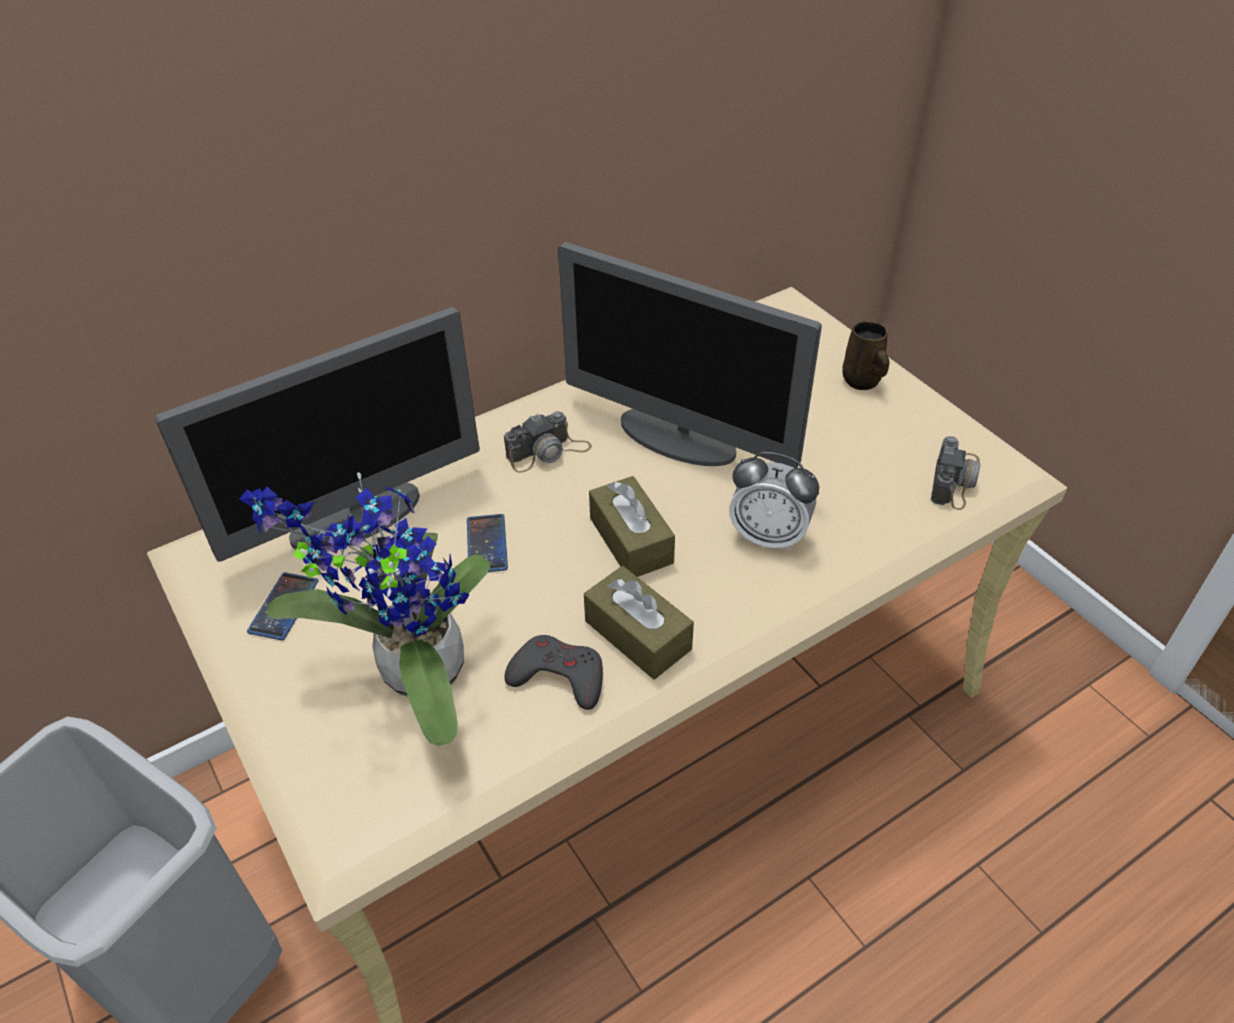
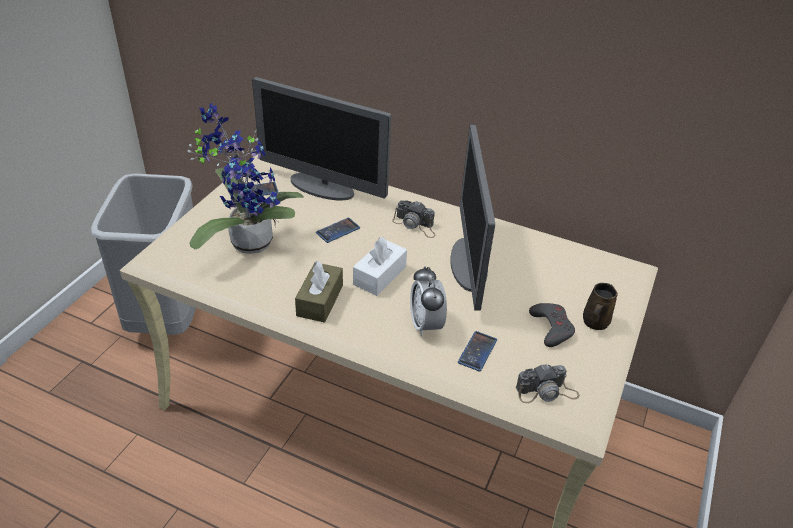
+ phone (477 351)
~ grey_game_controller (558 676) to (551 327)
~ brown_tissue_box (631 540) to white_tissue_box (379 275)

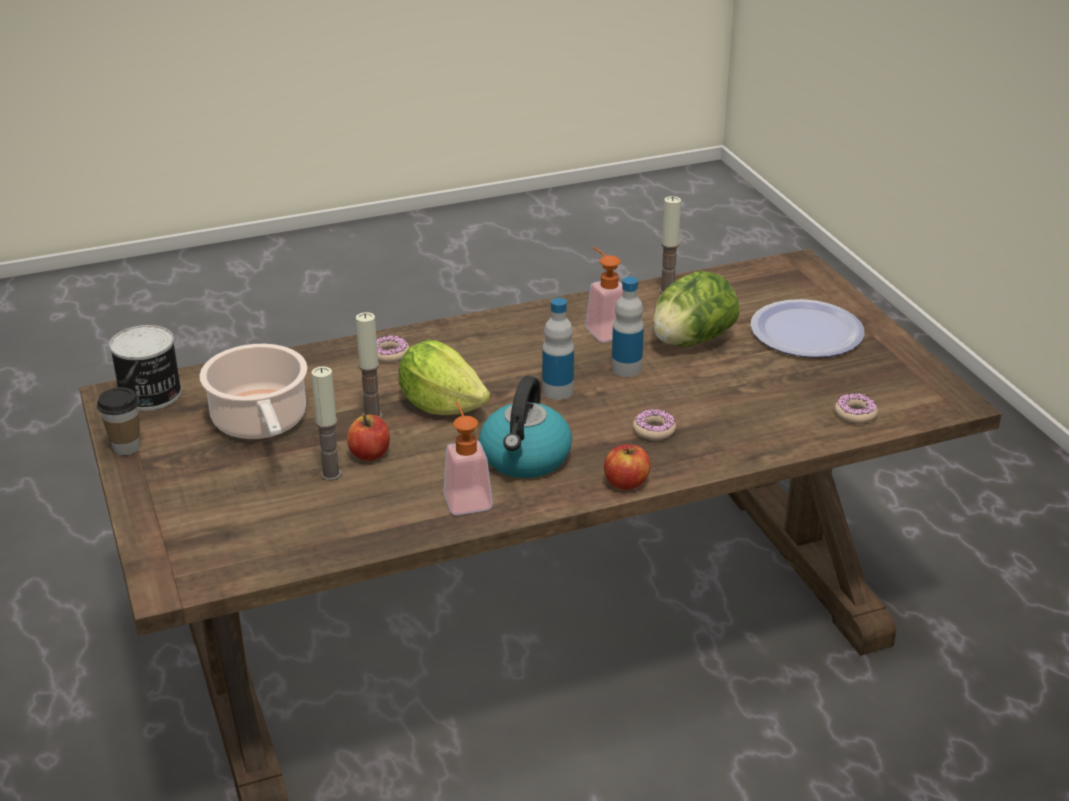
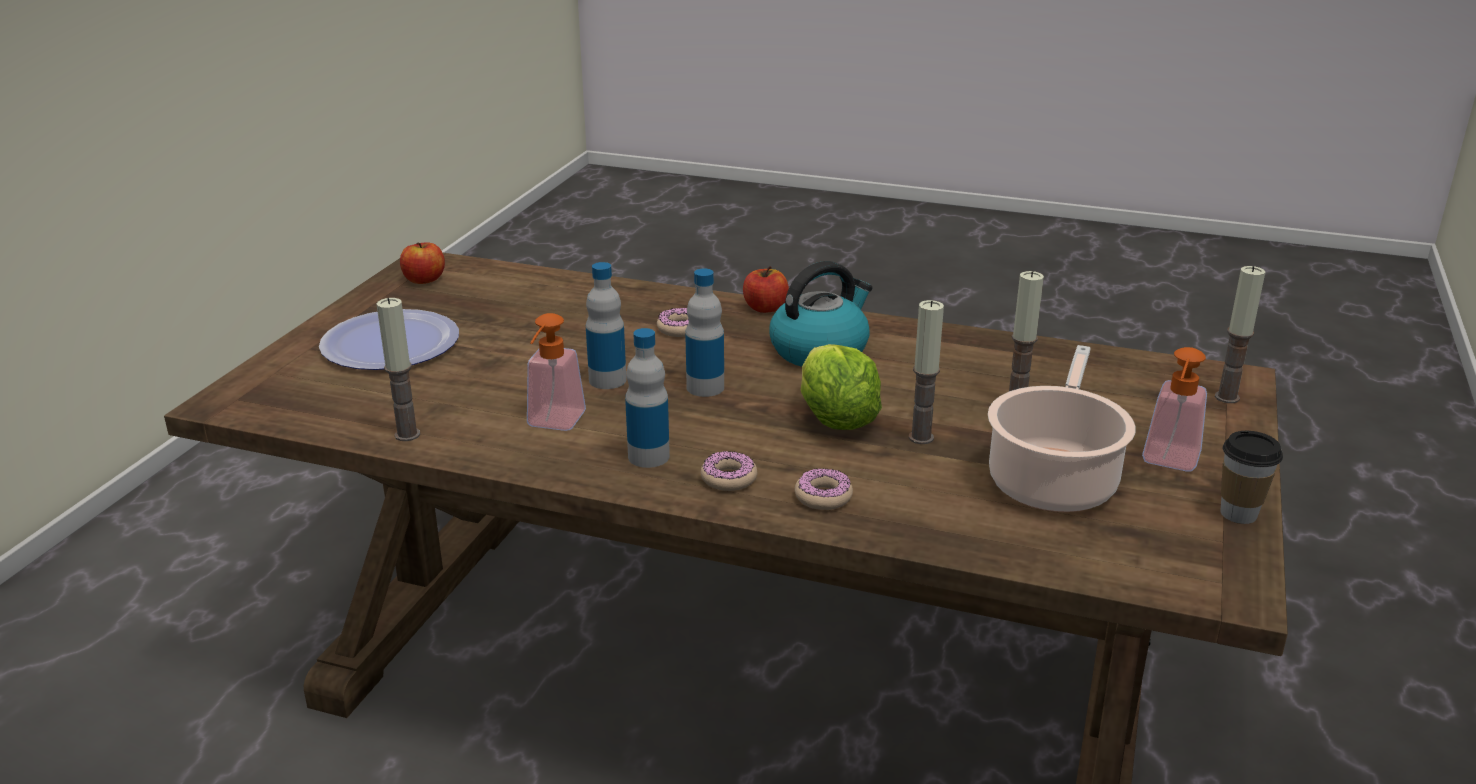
- can (150 394)
- lettuce (691 341)
+ bottle (648 456)
+ candle (1227 397)
~ apple (370 454) to (424 280)
~ soap_dispenser (465 496) to (1169 463)
~ donut (855 414) to (729 478)

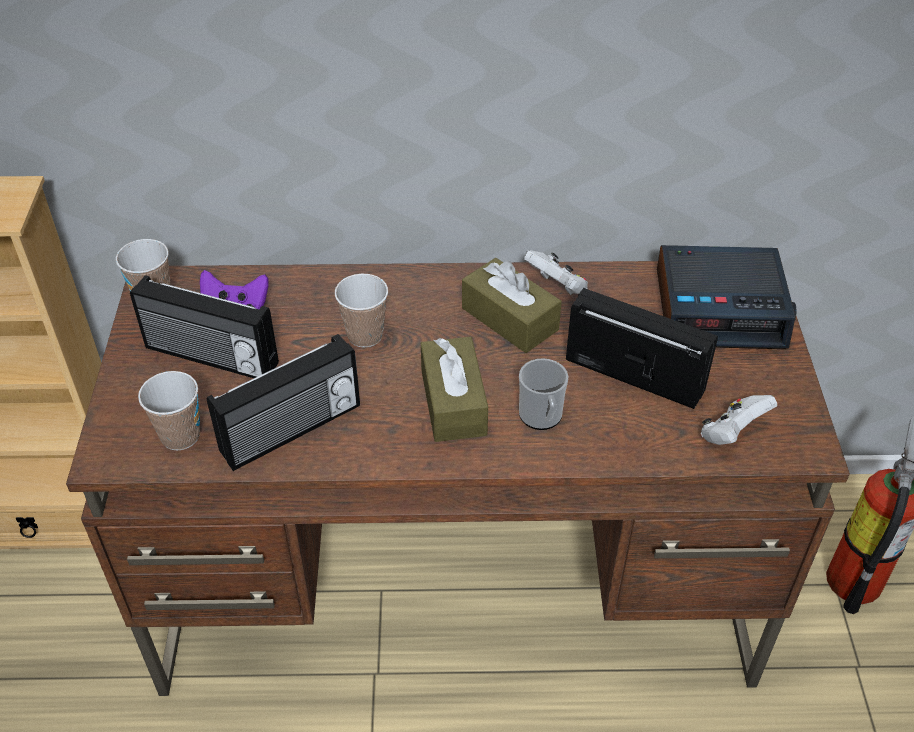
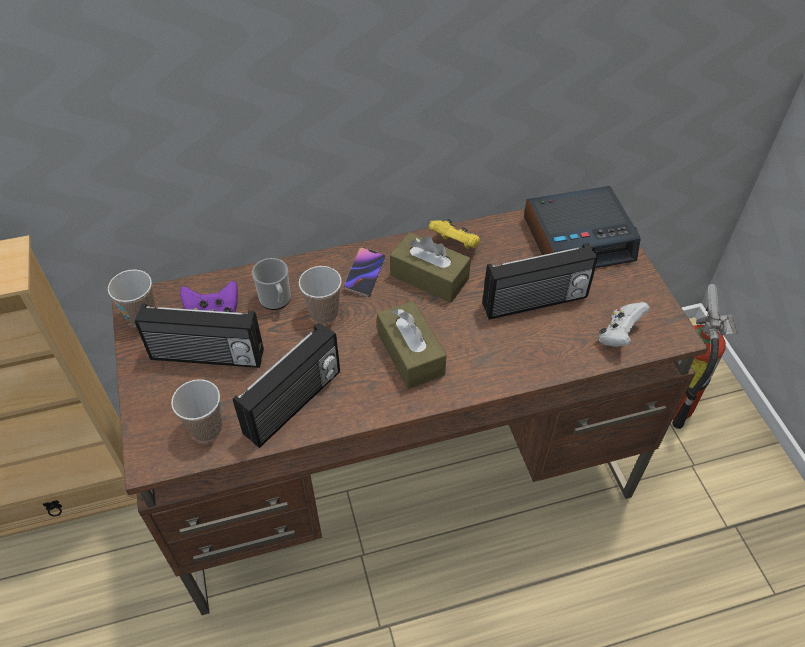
+ phone (364 274)
~ mug (542 418) to (276 301)
~ white_game_controller (557 287) to yellow_game_controller (455 244)
~ radio (635 374) = (535 302) 150 degrees clockwise

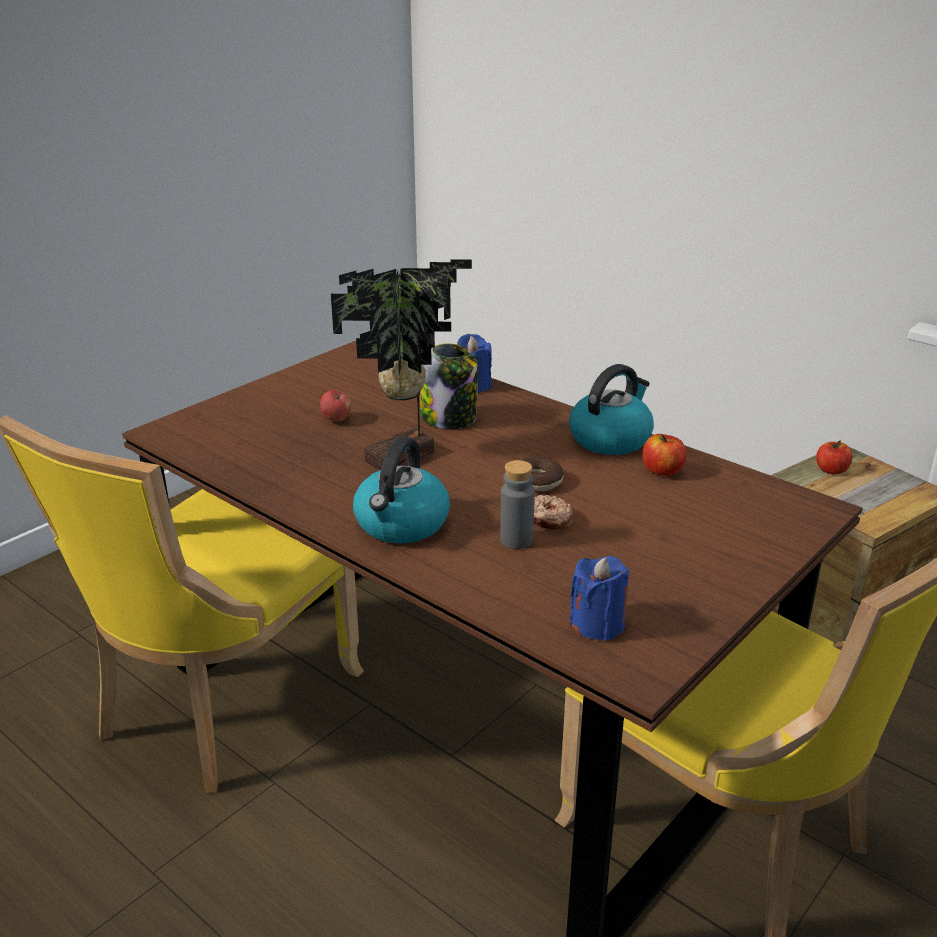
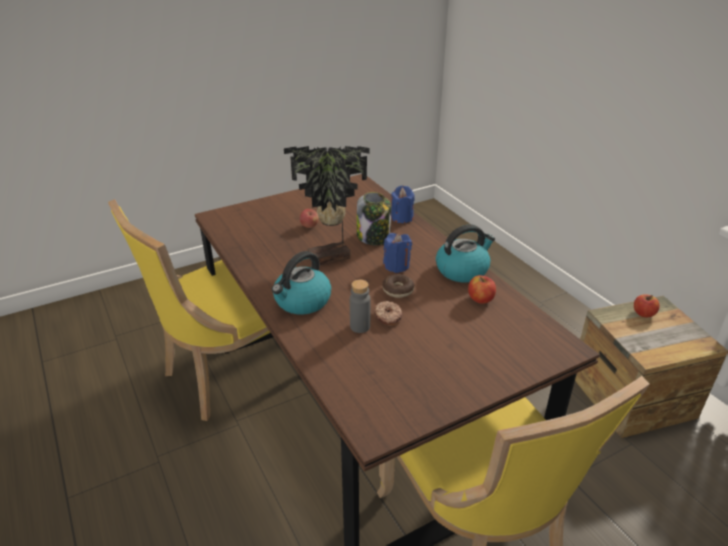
~ blue_candle (598 624) to (396 266)

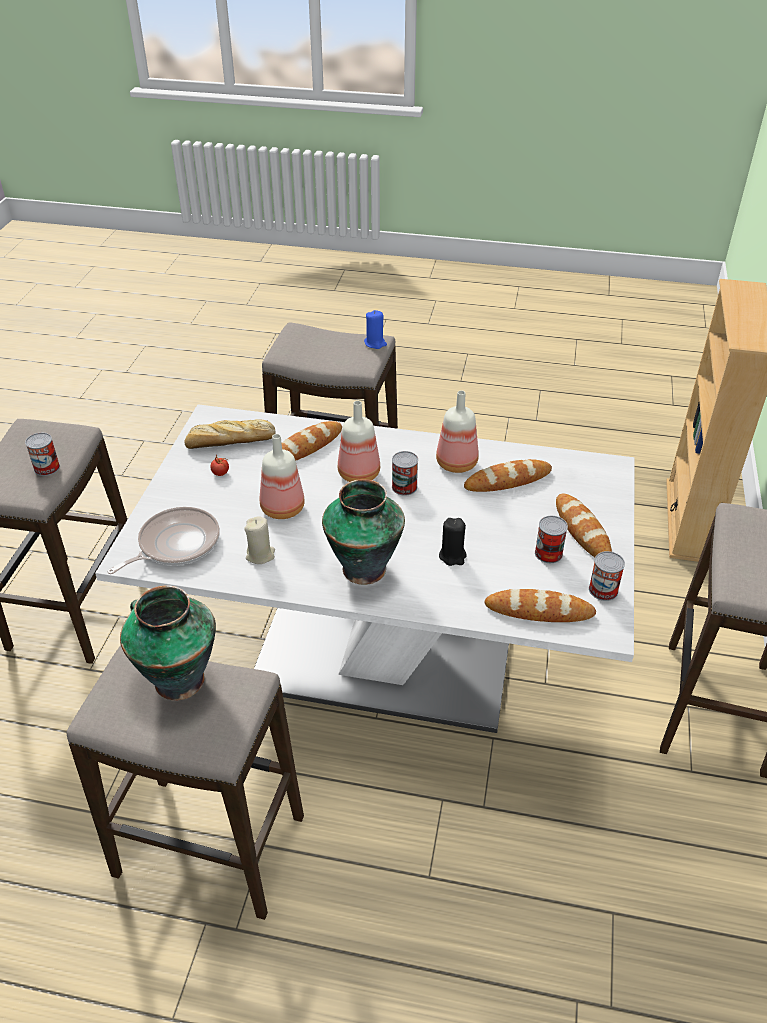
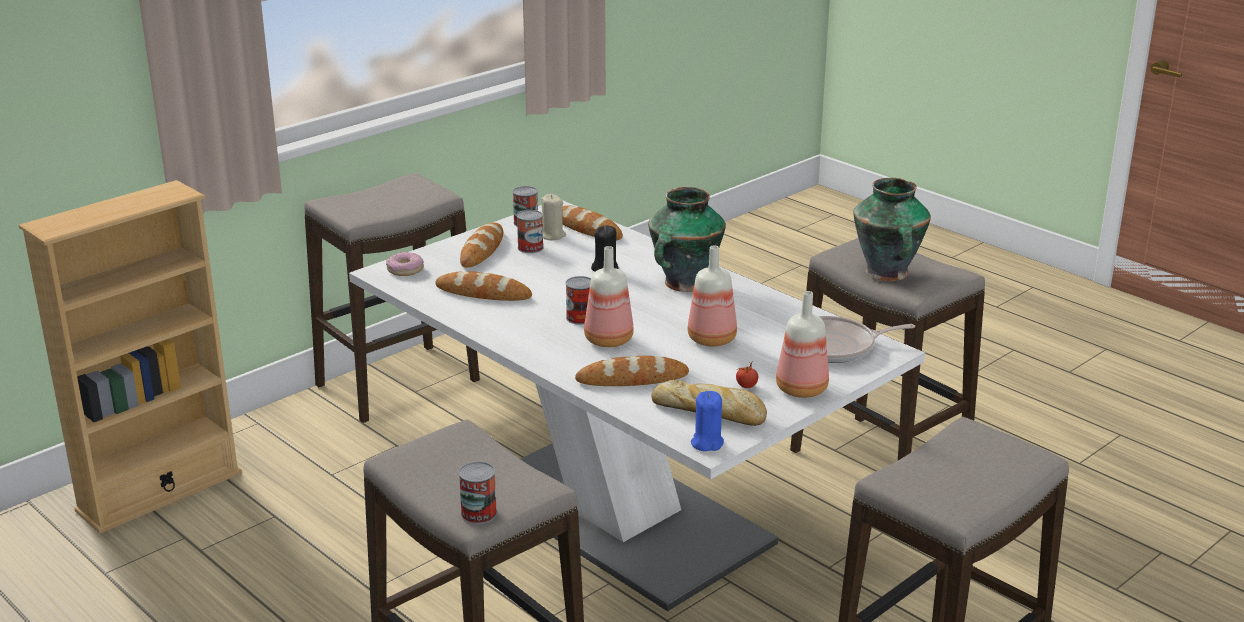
+ donut (405 270)
~ can (47 468) to (479 513)
~ beige_candle (260 555) to (552 235)
~ blue_candle (375 343) to (707 443)
~ bottle (456 463) to (801 390)

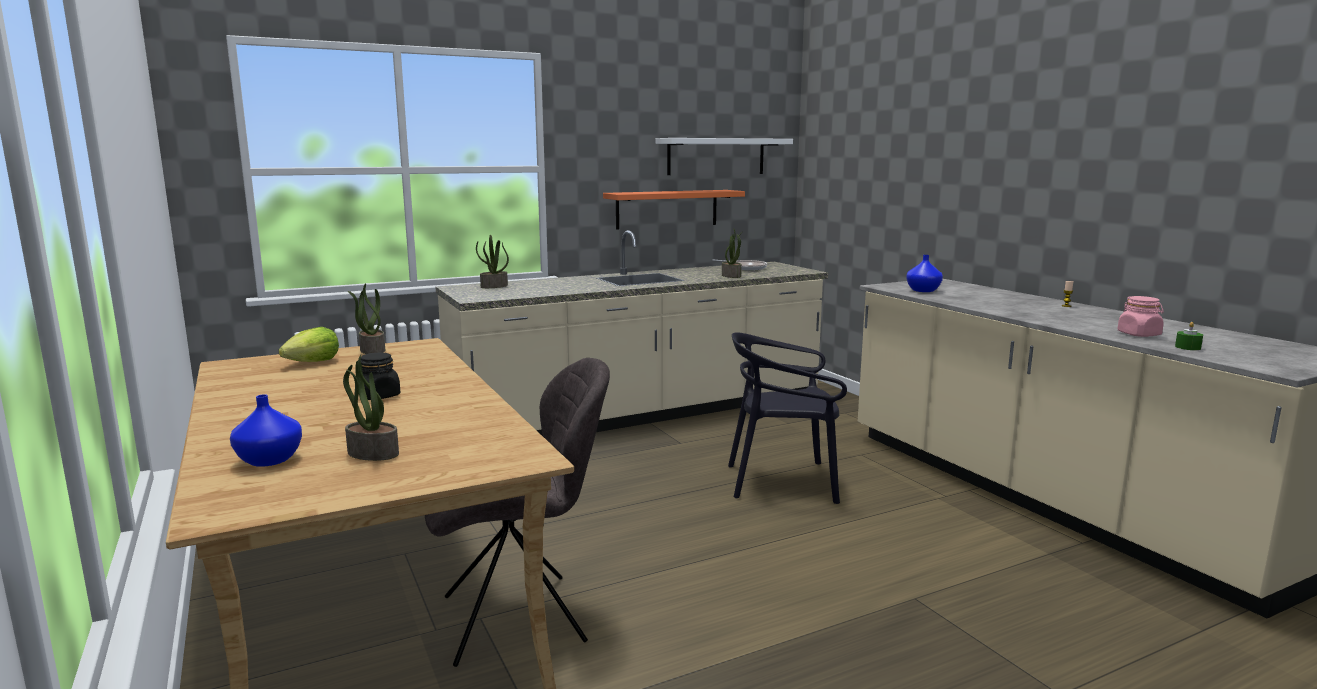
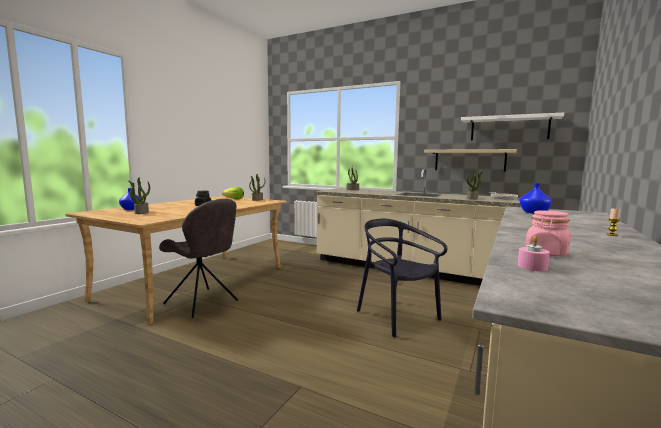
~ orange_shelf (667 209) to beige_shelf (469 160)
~ green_candle (1187 347) to pink_candle (532 267)

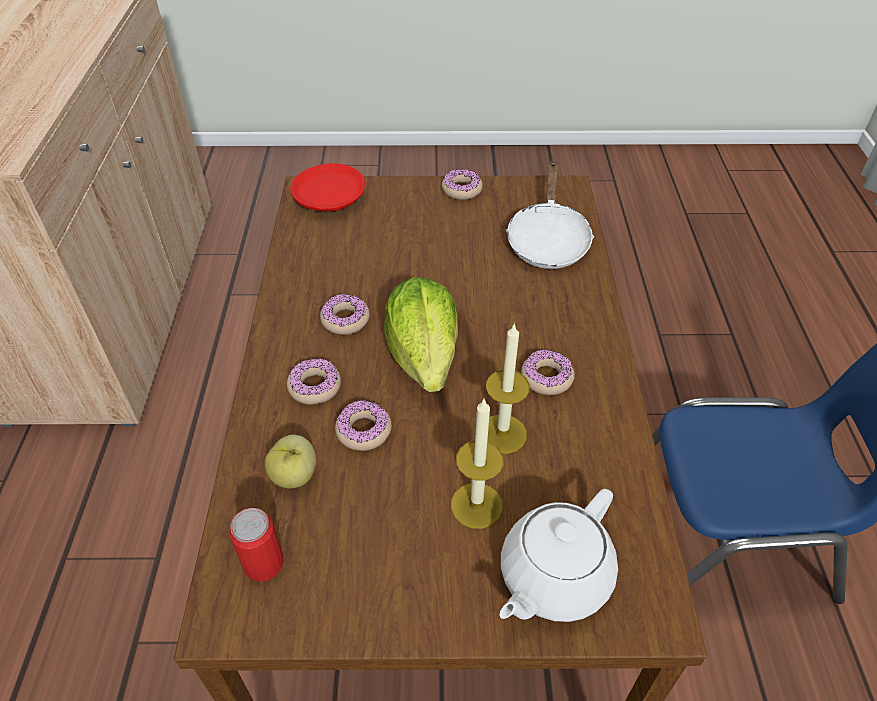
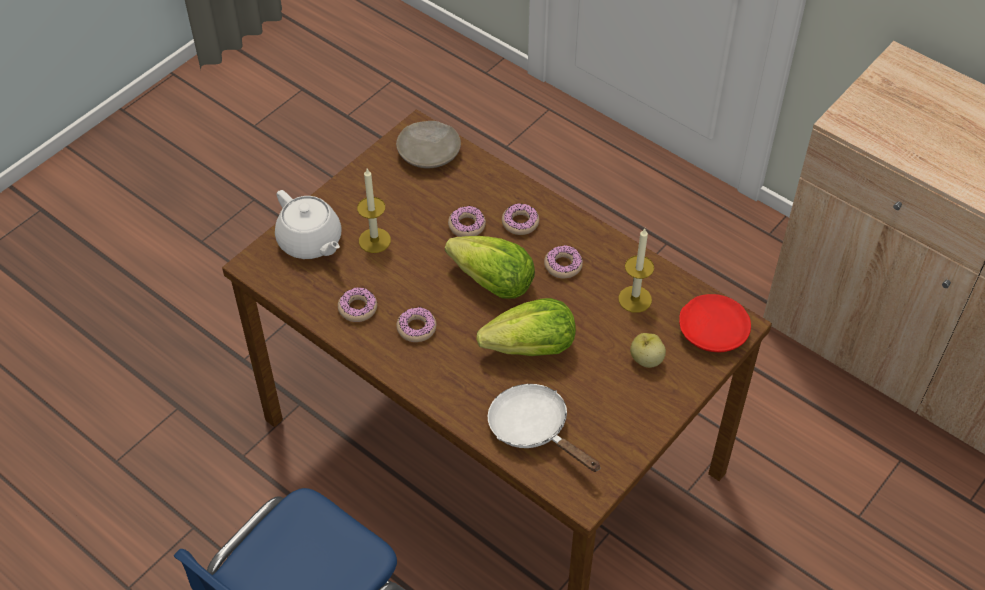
+ lettuce (531 348)
~ apple (295 476) to (646 359)
~ donut (462 190) to (358 308)
~ candle (502 434) to (635 299)
~ can (263 563) to beige_plate (429 152)
~ white_teapot (553 577) = (310 242) 150 degrees clockwise

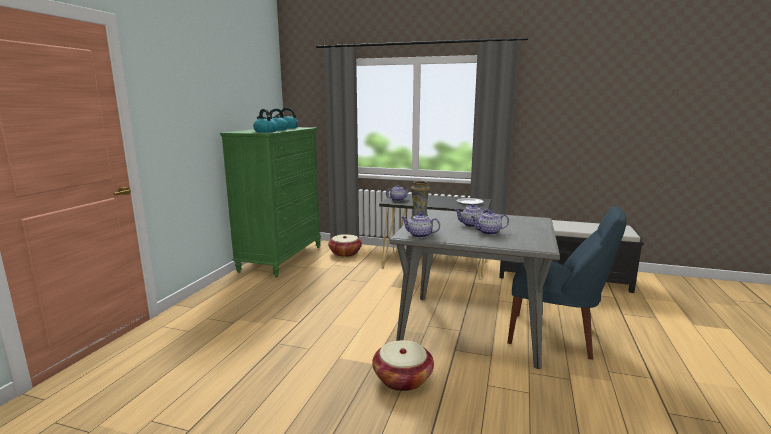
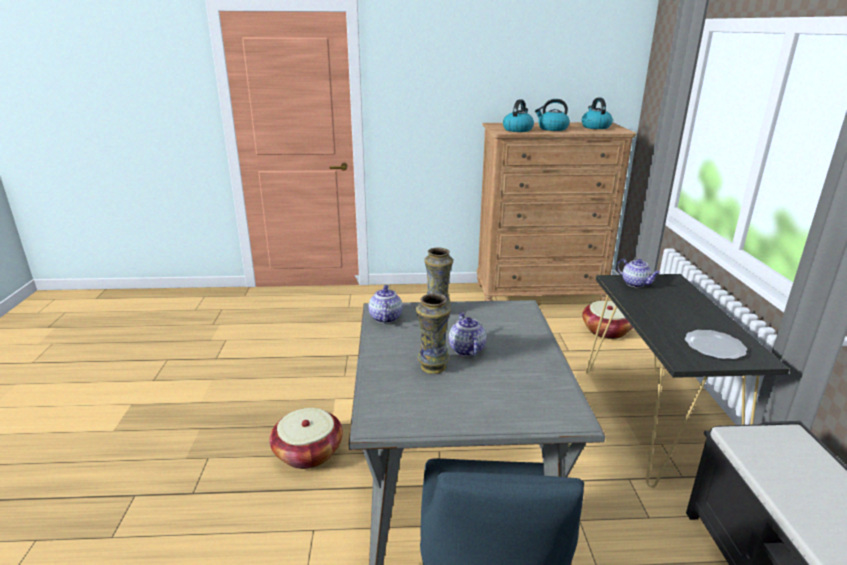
~ teapot (488 232) to vase (432 367)
~ green_dresser (281 258) to brown_dresser (539 296)

